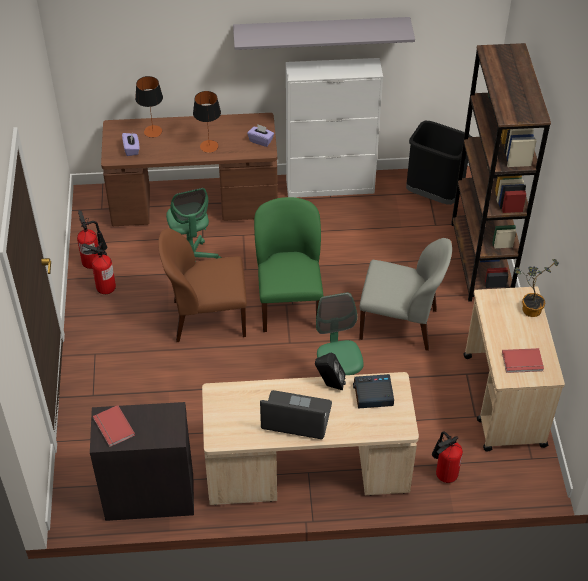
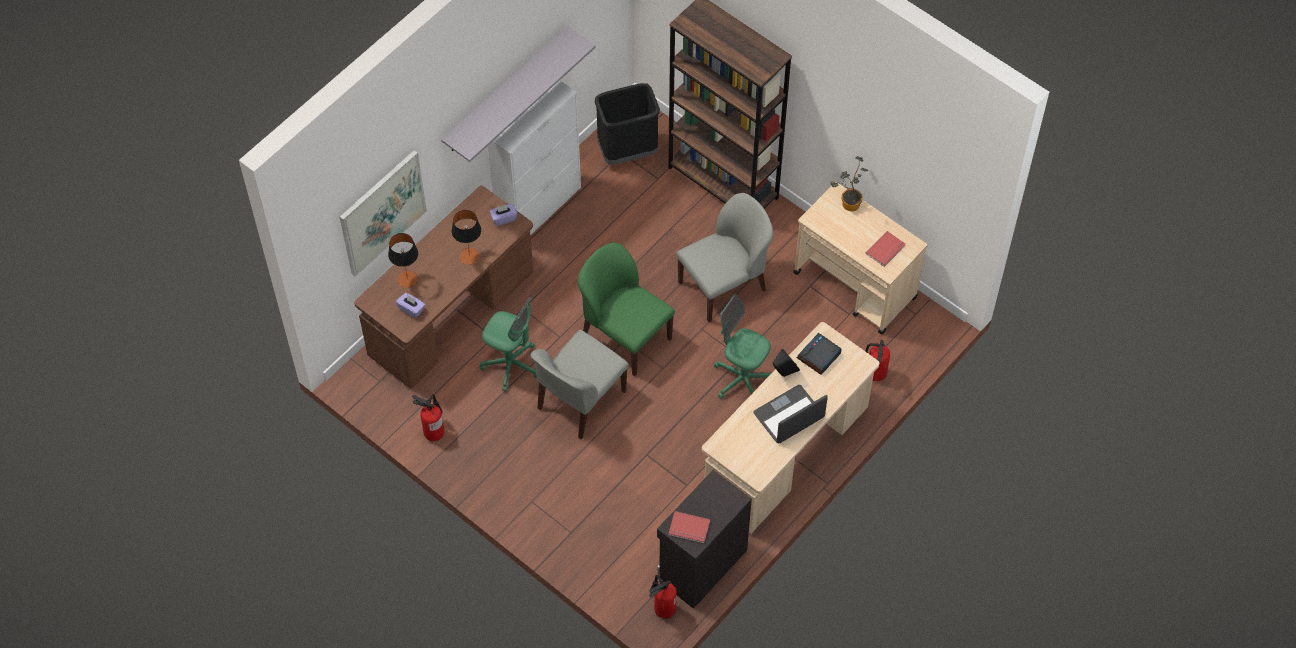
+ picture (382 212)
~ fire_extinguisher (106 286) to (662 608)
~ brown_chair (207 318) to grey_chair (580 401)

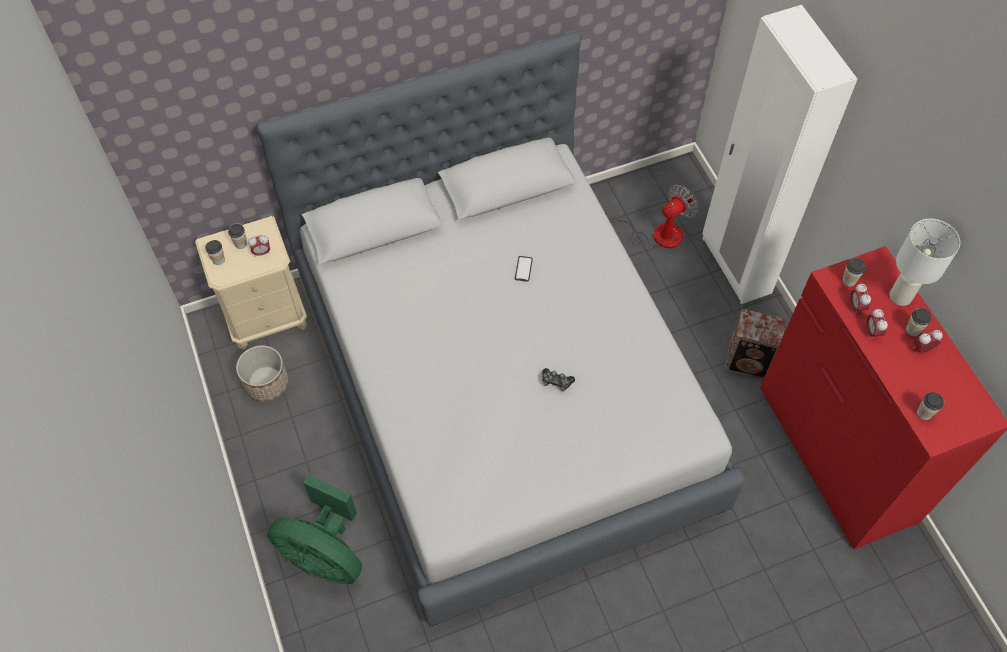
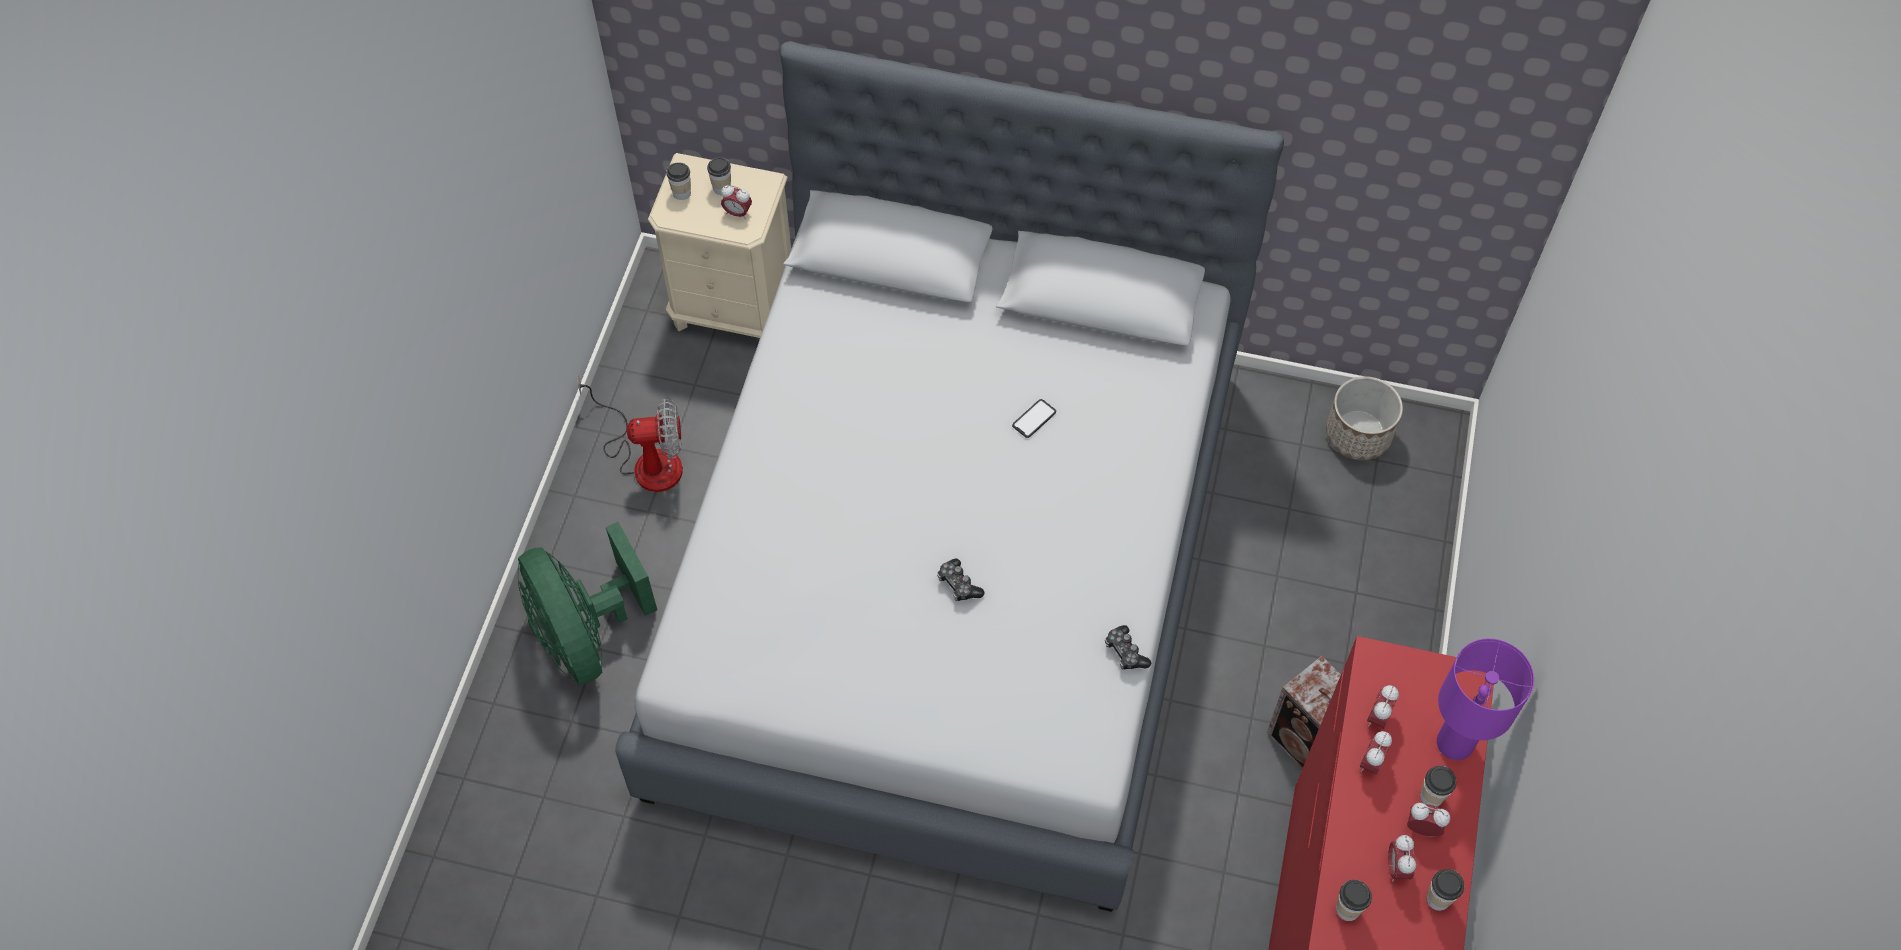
- white_wardrobe (735 266)
+ game_controller (1125 652)
+ alarm_clock (1397 867)
~ planter (267 383) to (1358 435)
~ fan (656 234) to (646 459)
~ cup (849 280) to (1438 899)
~ white_table_lamp (901 296) to purple_table_lamp (1455 744)

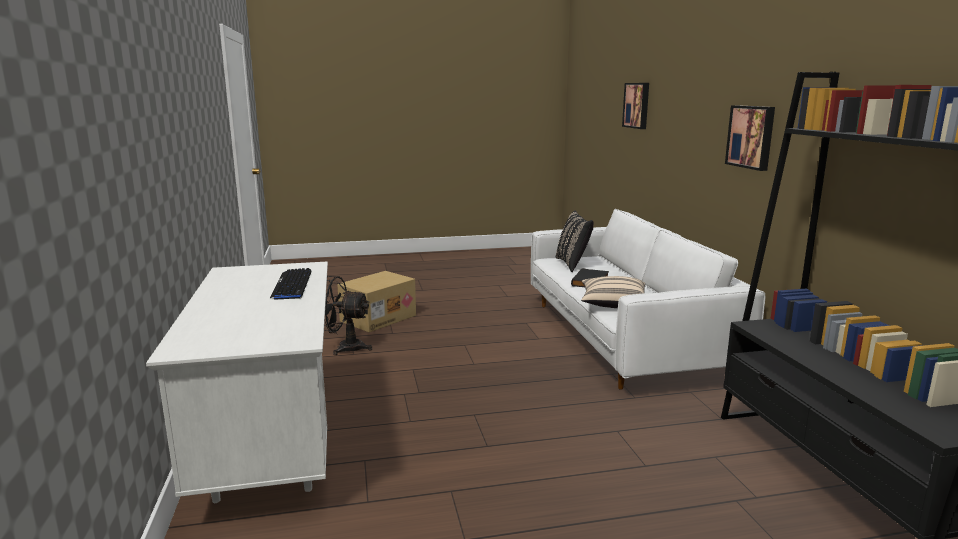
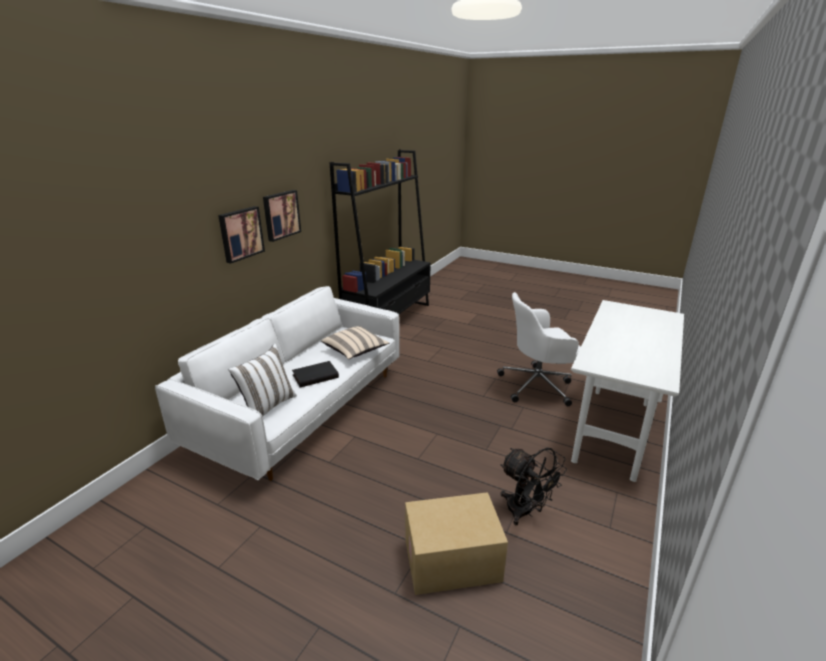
- keyboard (292 285)
+ white_office_chair (537 385)
~ picture (637 105) to (240 233)
~ black_pillow (573 264) to white_pillow (267 407)

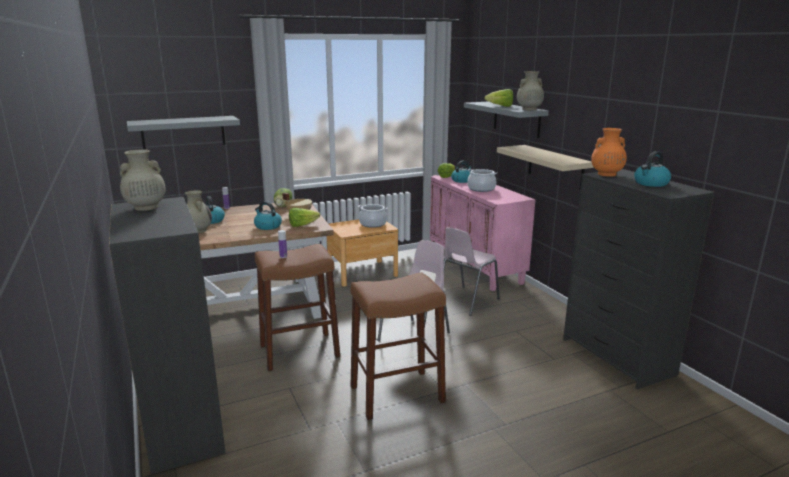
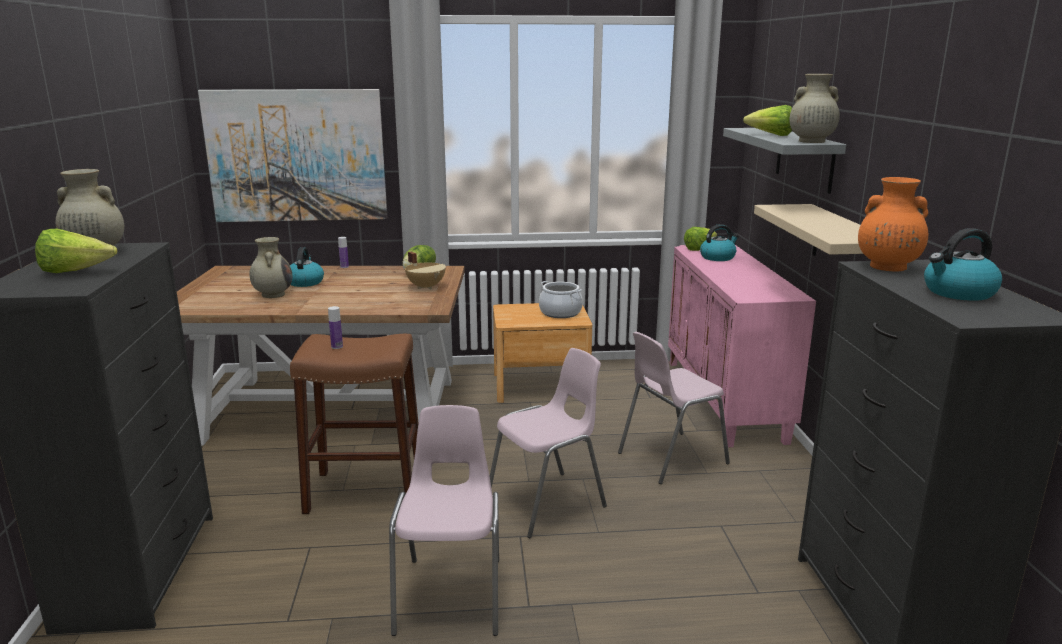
- kettle (267 226)
- cooking_pot (481 189)
~ lettuce (302 225) to (76 272)
~ grey_shelf (183 132) to picture (297 156)
~ brown_stool (397 394) to pink_chair (451 594)

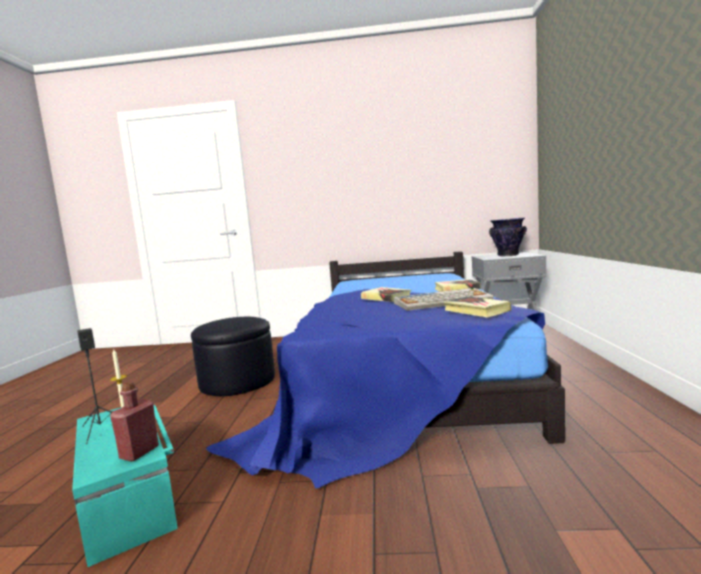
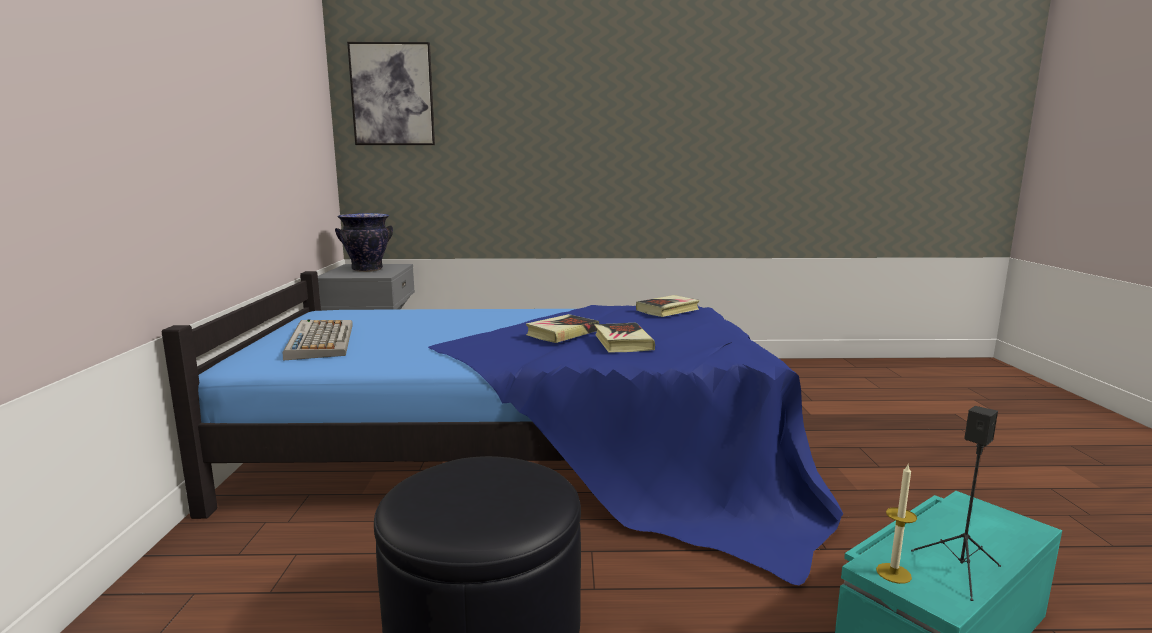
- red_bottle (139 452)
+ picture (392 94)
~ keyboard (443 301) to (320 340)
~ book (456 289) to (622 342)

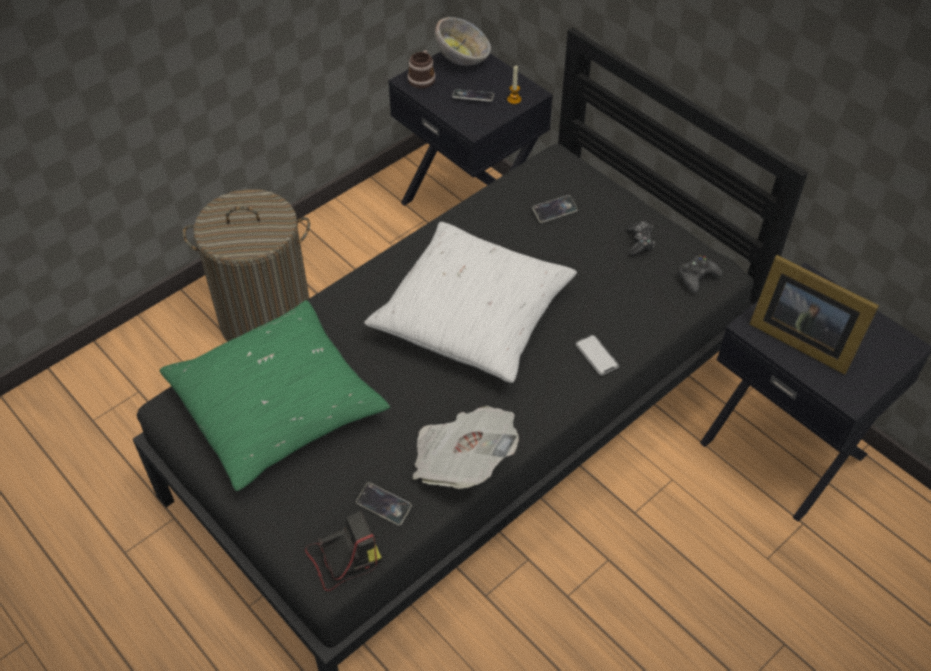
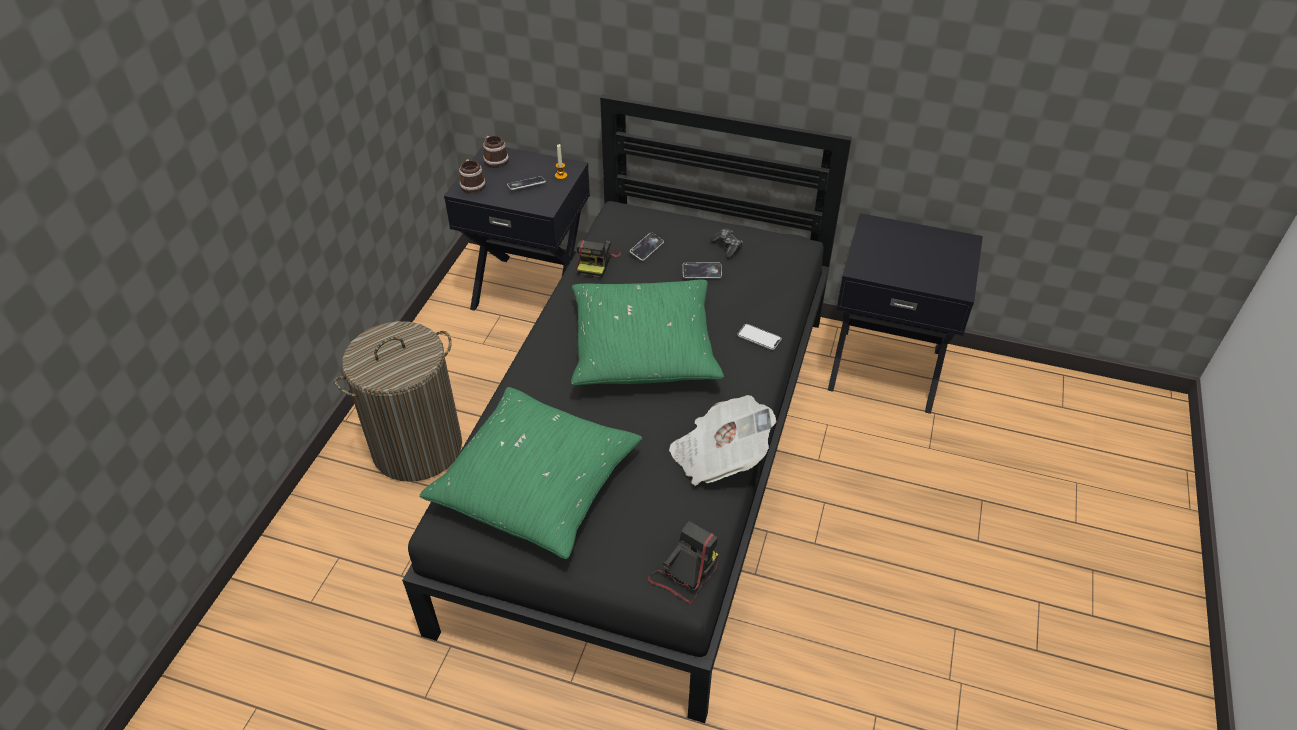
- black_game_controller (697 277)
- picture_frame (799 337)
+ photo_camera (596 262)
~ phone (384 505) to (702 272)
~ bowl (463 58) to mug (494 159)
~ white_pillow (473 315) to green_pillow (643 347)

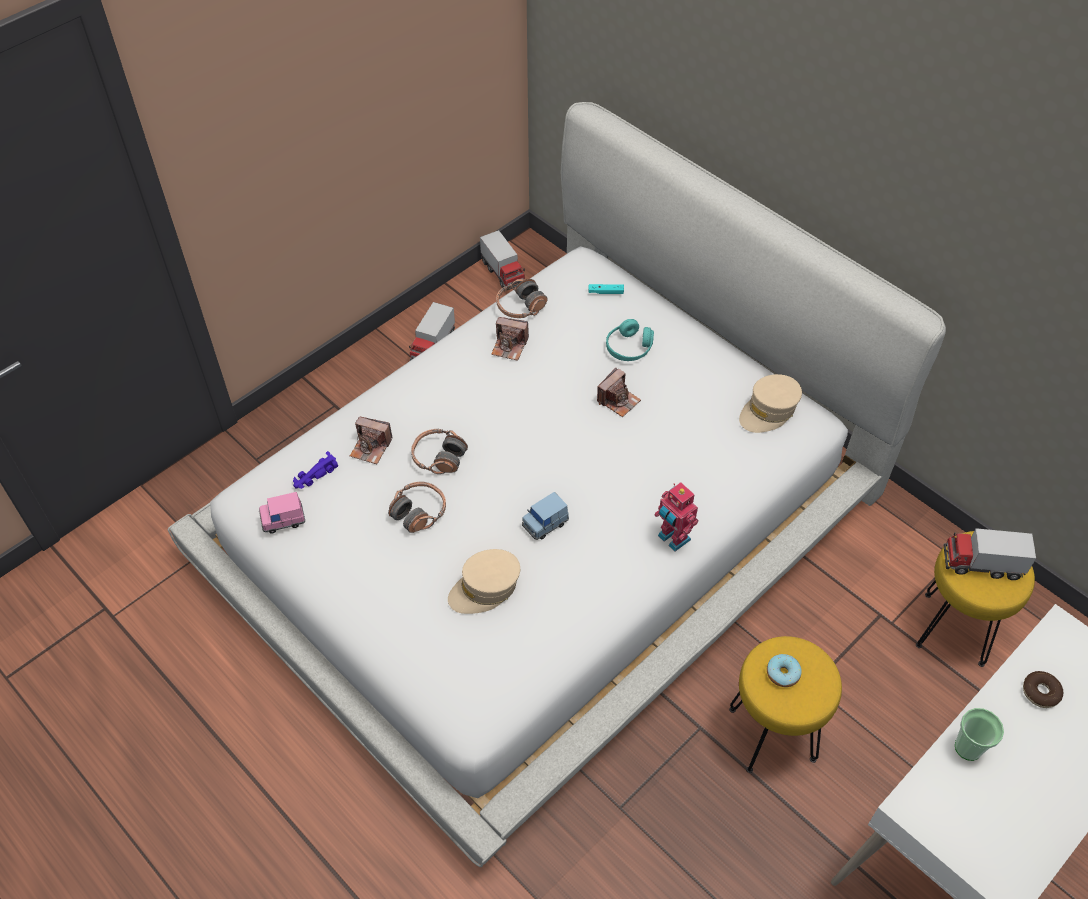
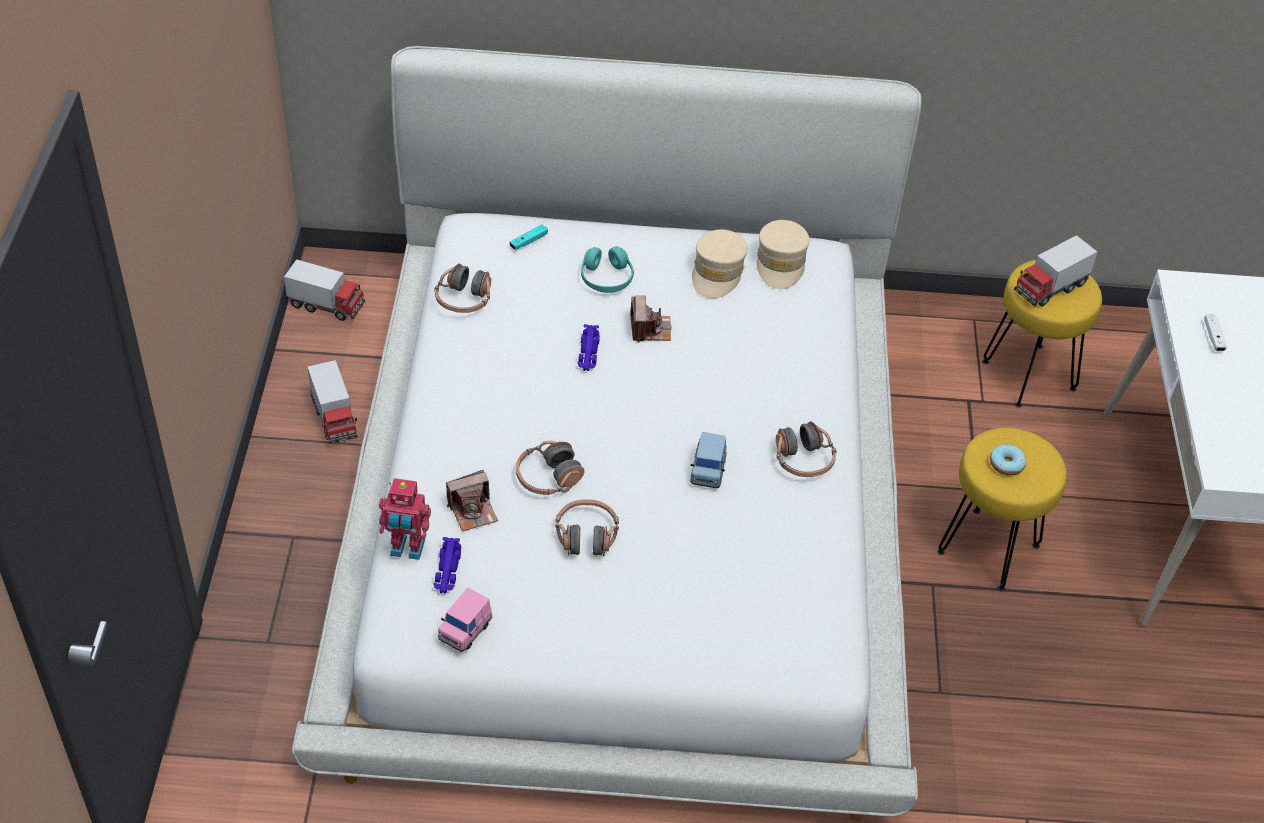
- photo_camera (509 346)
- cup (968 747)
+ purple_toy_car (588 354)
+ headphones (803 460)
~ beige_cap (485 588) to (717 272)
~ toy_robot (672 539) to (407 549)
~ donut (1040 692) to white_game_controller (1213 337)

